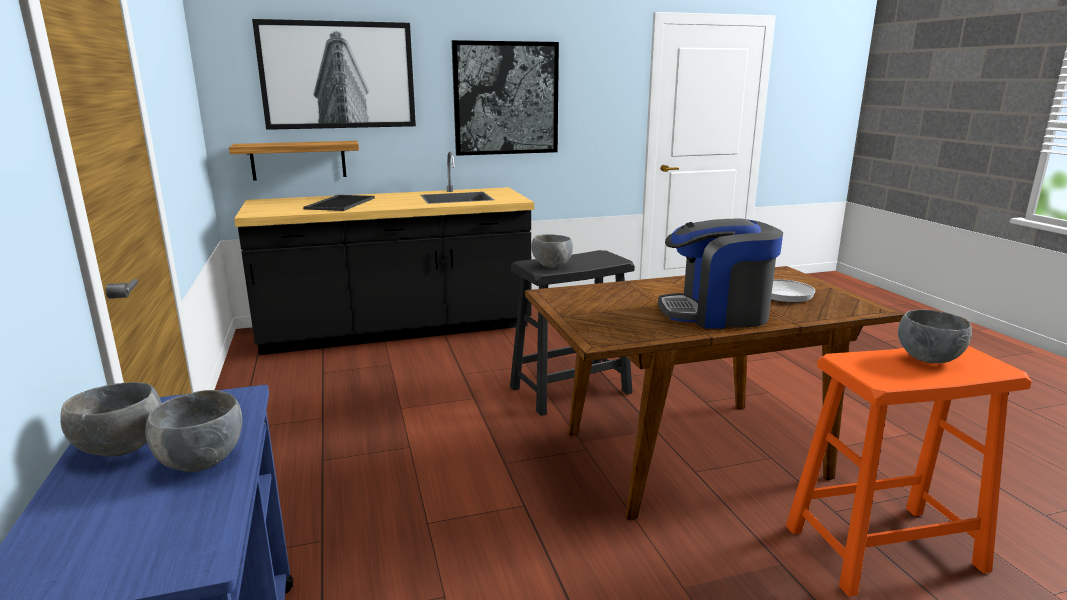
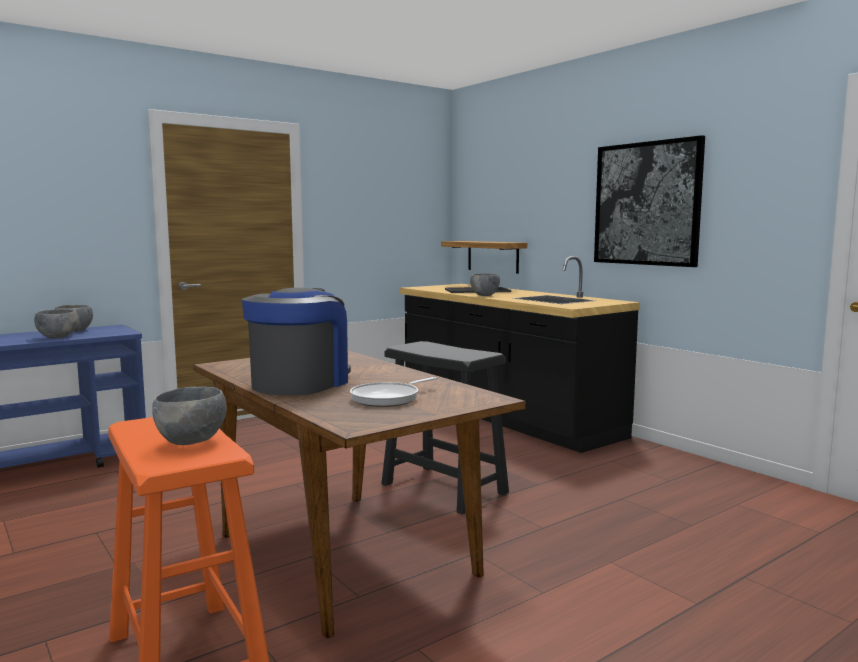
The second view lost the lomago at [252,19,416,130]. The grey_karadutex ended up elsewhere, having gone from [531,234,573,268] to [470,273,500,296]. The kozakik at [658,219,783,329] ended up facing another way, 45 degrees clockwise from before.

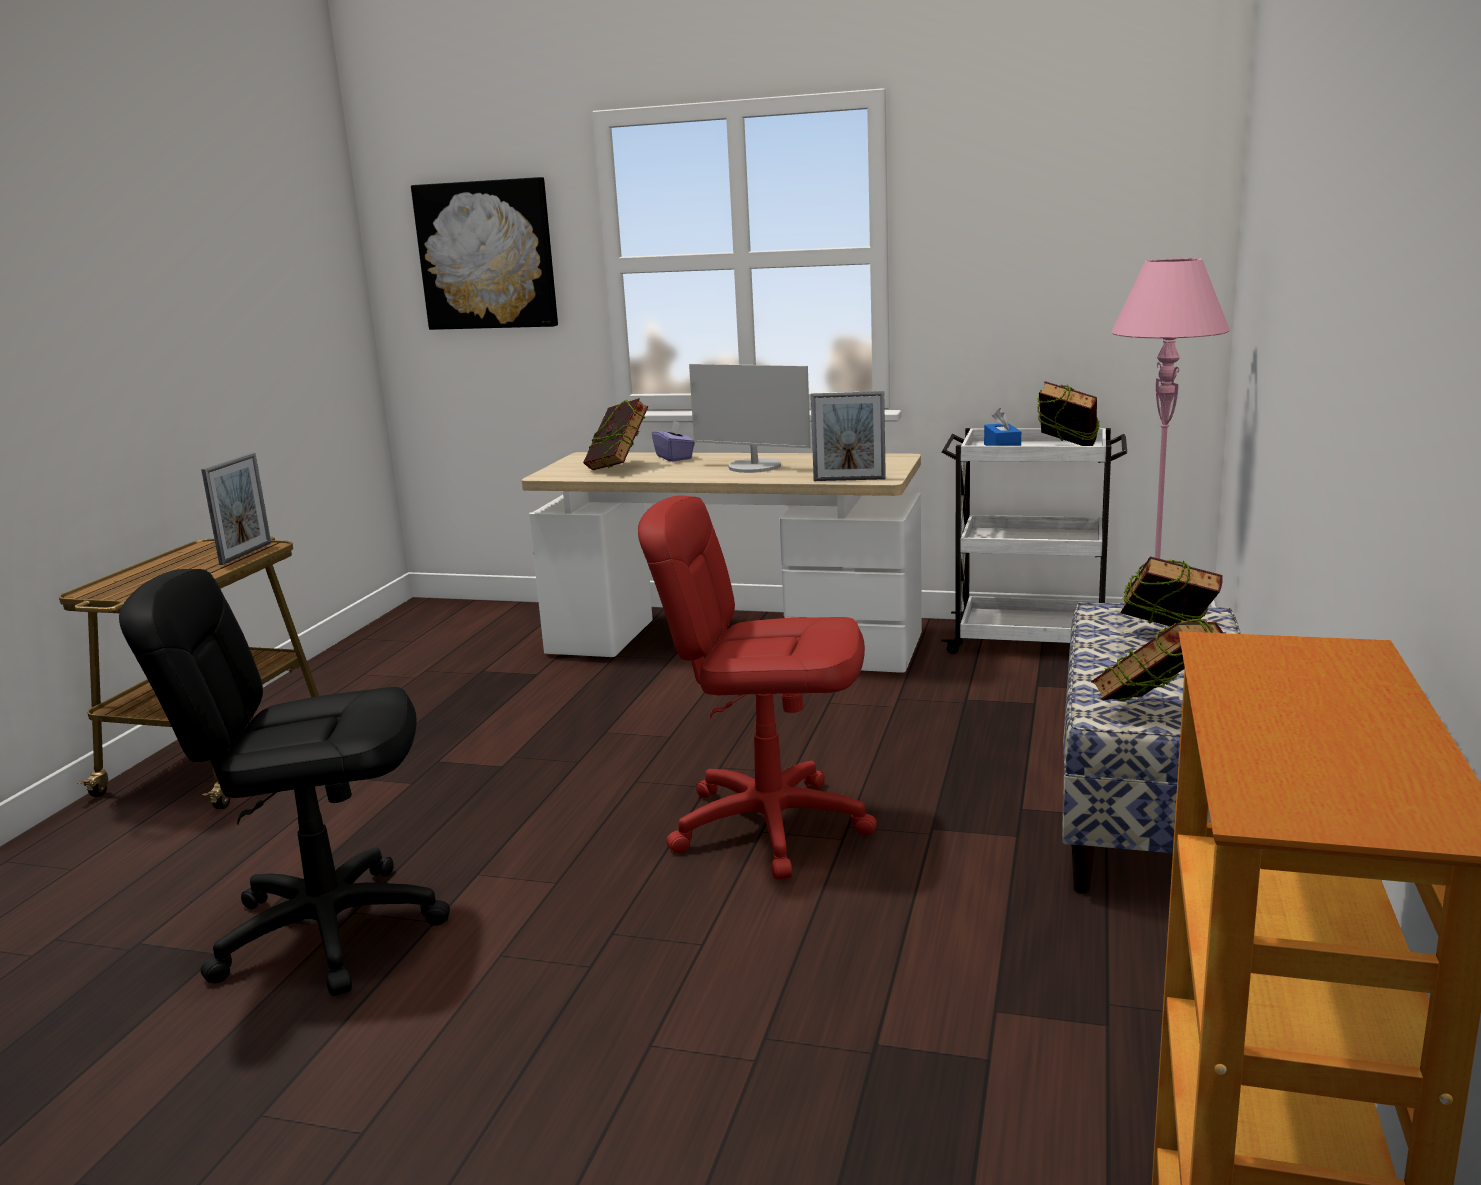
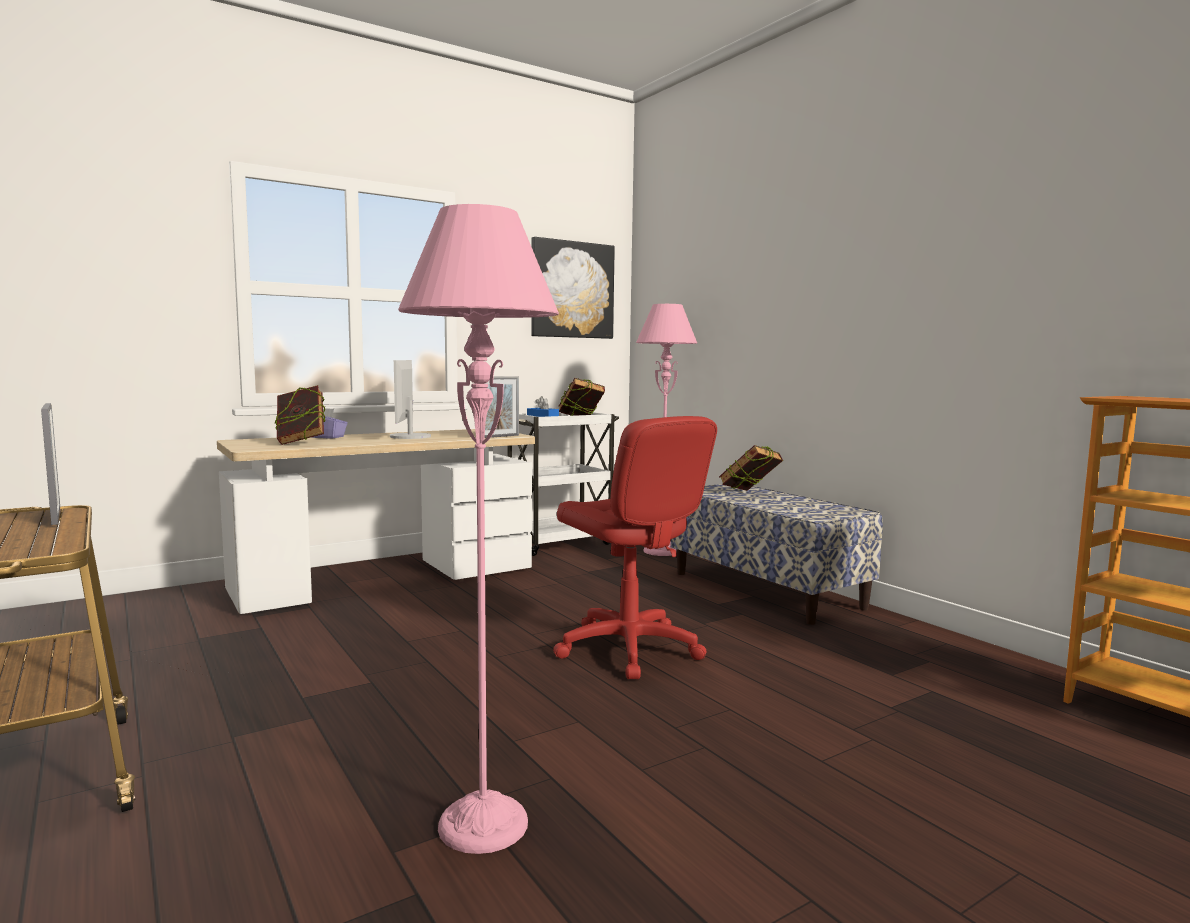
The second view lost the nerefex at [1091,617,1223,701]. The lomago ended up elsewhere, having gone from [411,177,558,330] to [531,237,615,339]. Where the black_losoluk stood at [119,569,450,996], the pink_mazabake came to stand at [398,204,559,854]. The red_losoluk at [638,495,877,880] ended up facing another way, 90 degrees counterclockwise from before. The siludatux at [689,364,811,473] ended up facing another way, 105 degrees clockwise from before.

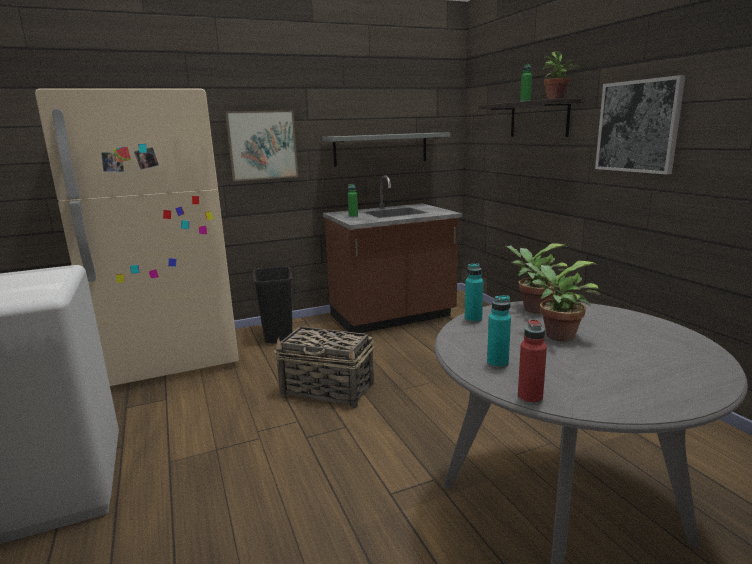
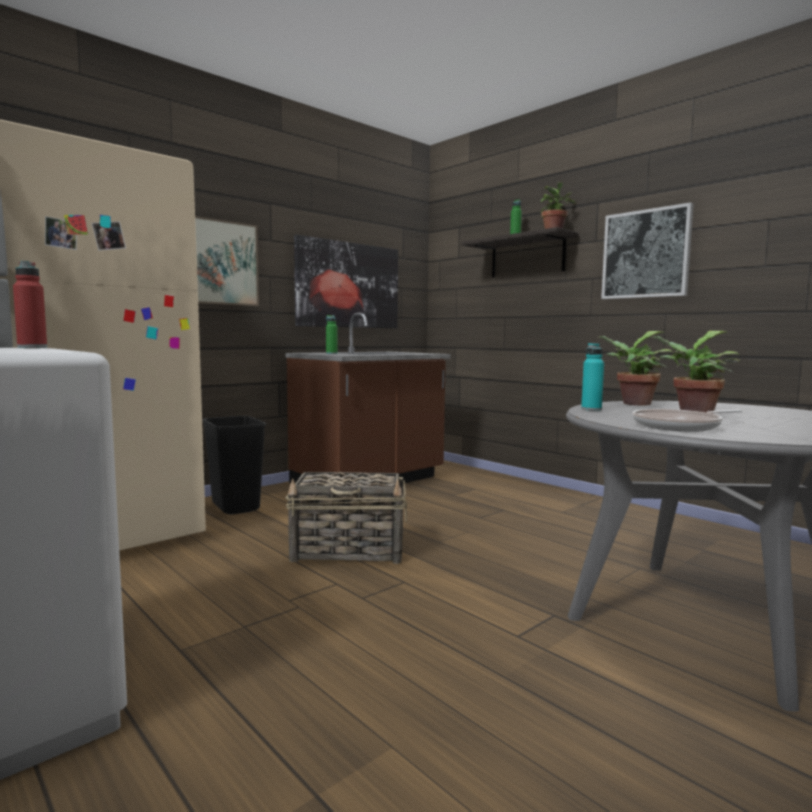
The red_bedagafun ended up elsewhere, having gone from [518,319,547,405] to [13,261,47,348]. Where the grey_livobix hung at [322,133,450,167], the lomago came to hang at [294,235,398,328]. Where the turquoise_bedagafun stood at [487,295,511,369], the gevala came to stand at [632,409,742,432].

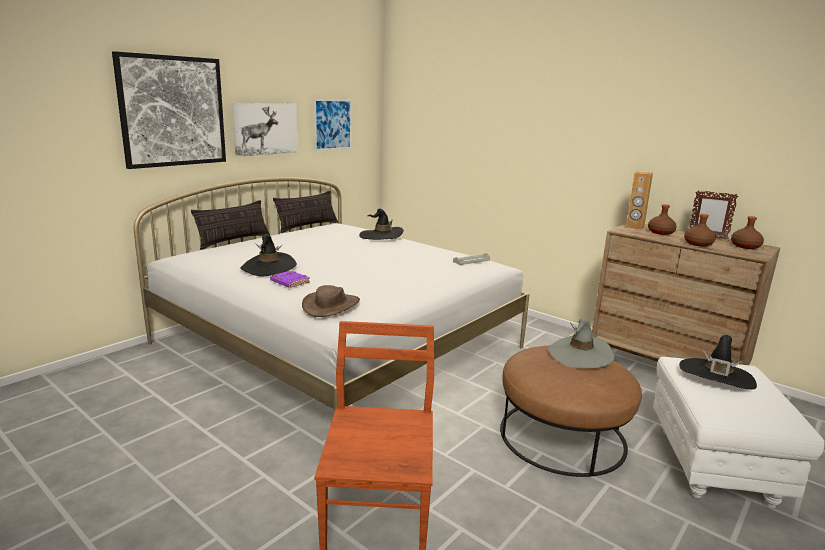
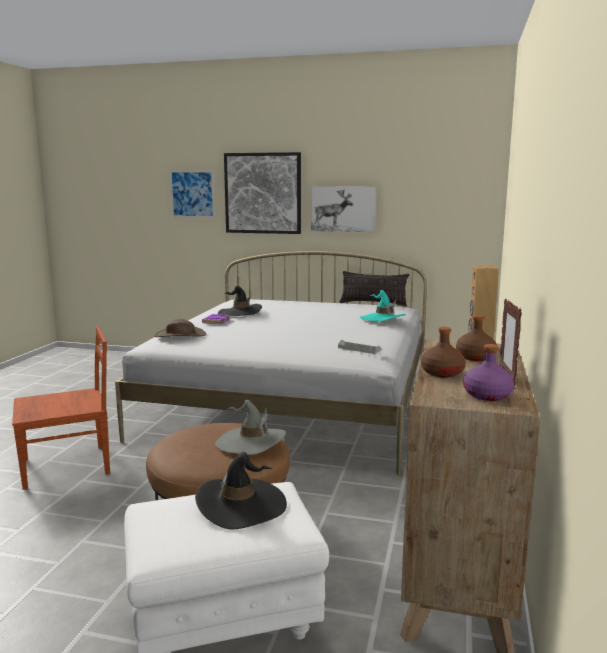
The second view lost the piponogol at [191,200,270,250]. The lomago ended up elsewhere, having gone from [314,99,352,151] to [170,171,215,218]. What was the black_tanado at [359,208,404,240] turned into the turquoise_tanado at [359,290,406,322]. What was the brown_bedagafun at [731,216,764,249] turned into the purple_bedagafun at [463,344,514,401].

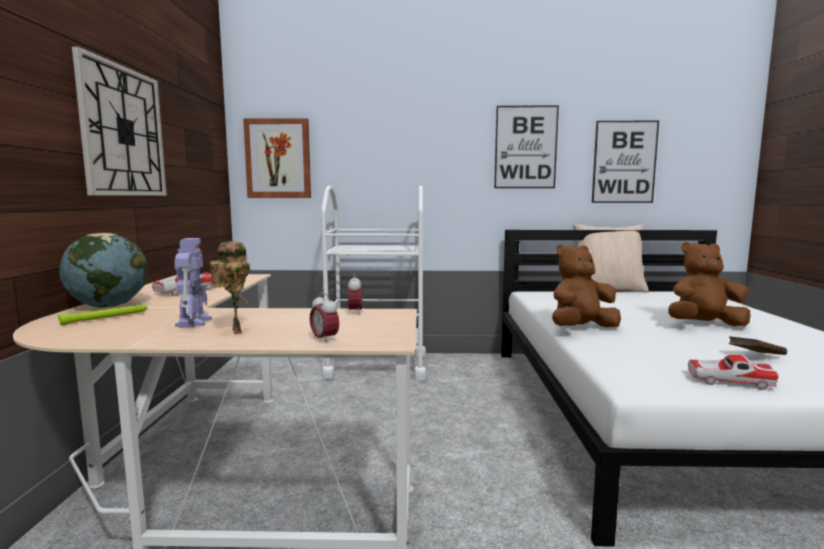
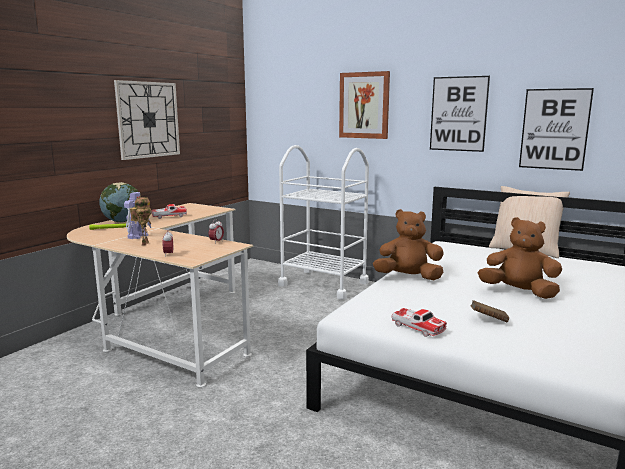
The lomago ended up elsewhere, having gone from [243,118,311,198] to [339,71,390,139].

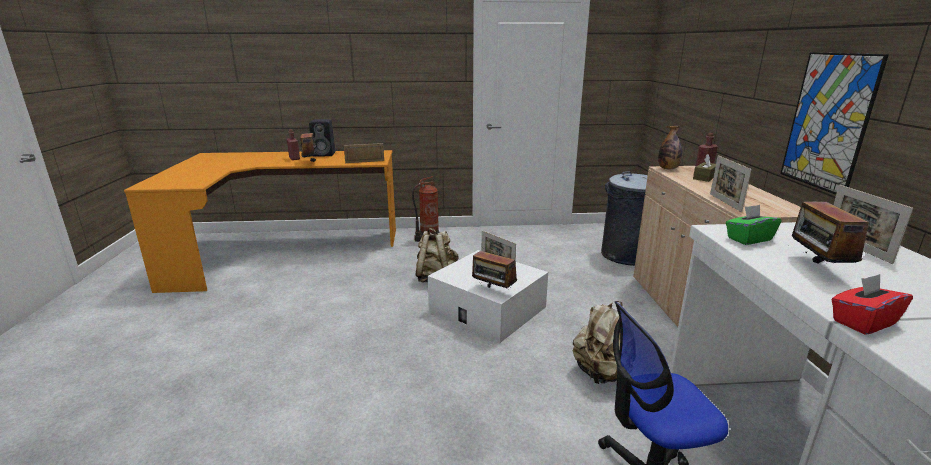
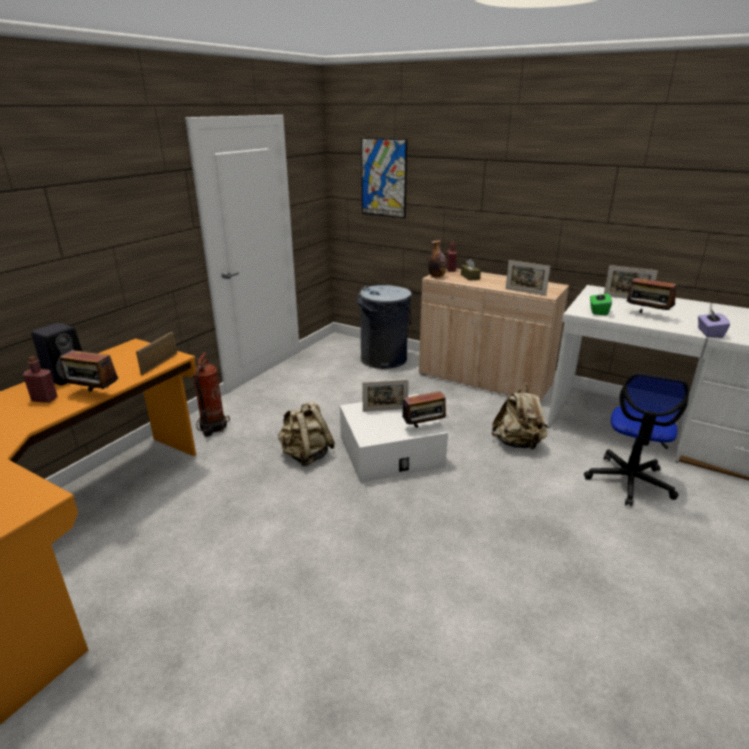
The lomago ended up elsewhere, having gone from [780,52,889,195] to [361,138,407,218]. What was the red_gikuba at [831,274,913,335] turned into the purple_gikuba at [698,309,730,338].

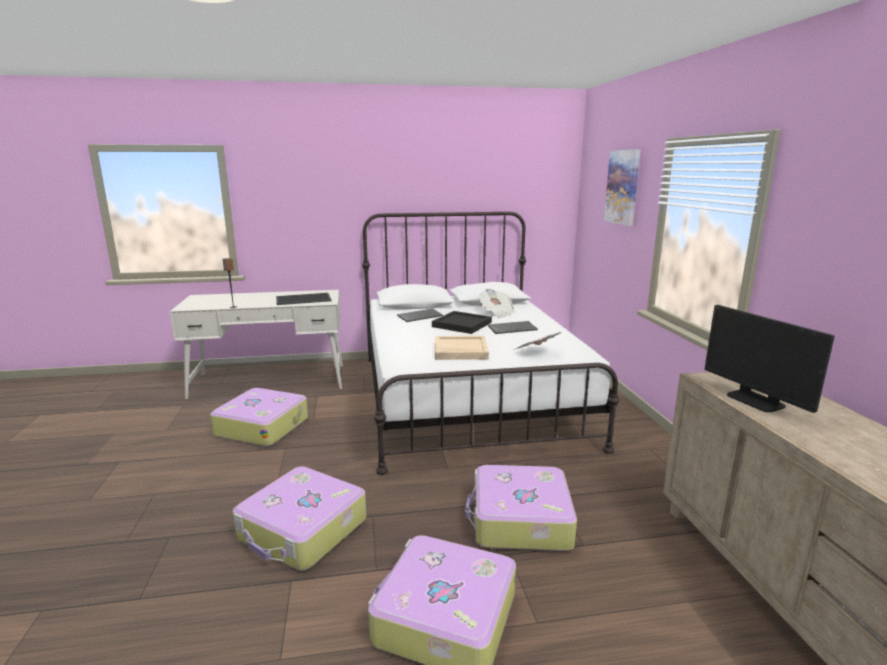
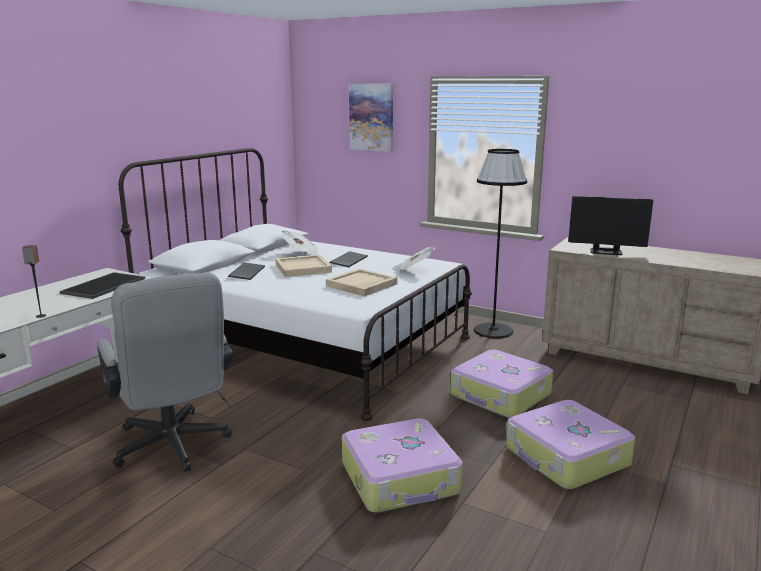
The second view gained the black_mazabake at [474,149,527,338]. Where the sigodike stood at [210,388,308,447], the grey_losoluk came to stand at [97,272,233,472]. What was the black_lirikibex at [432,311,492,334] turned into the beige_lirikibex at [276,255,332,277].

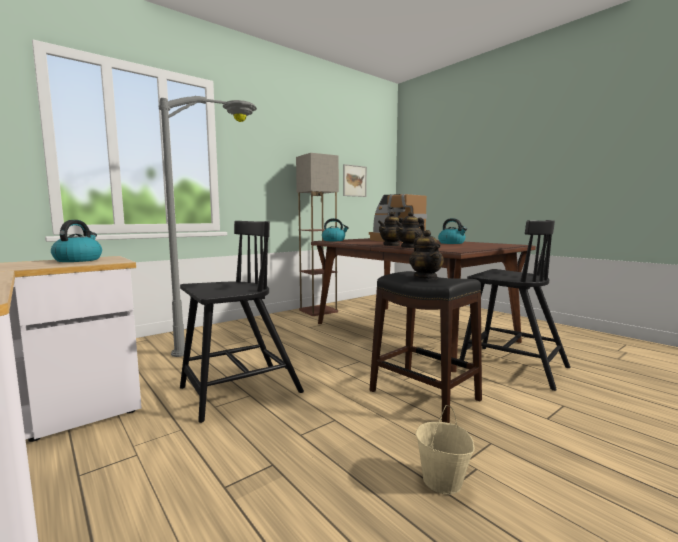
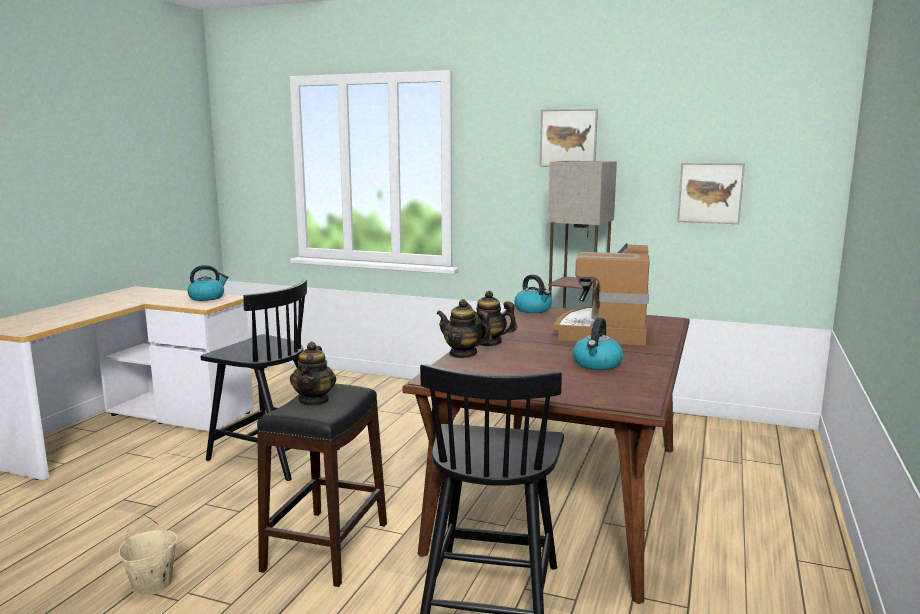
The second view lost the grey_mazabake at [159,96,257,357]. The second view gained the lomago at [539,109,598,167]. The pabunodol at [409,230,444,279] ended up facing another way, 45 degrees counterclockwise from before.

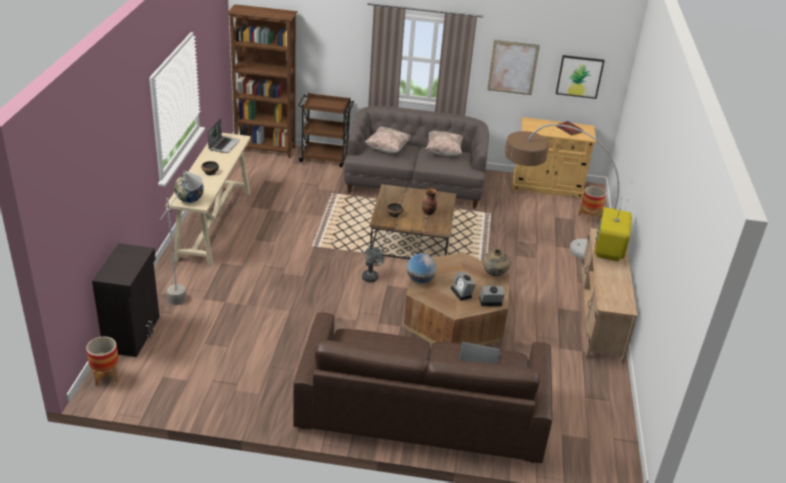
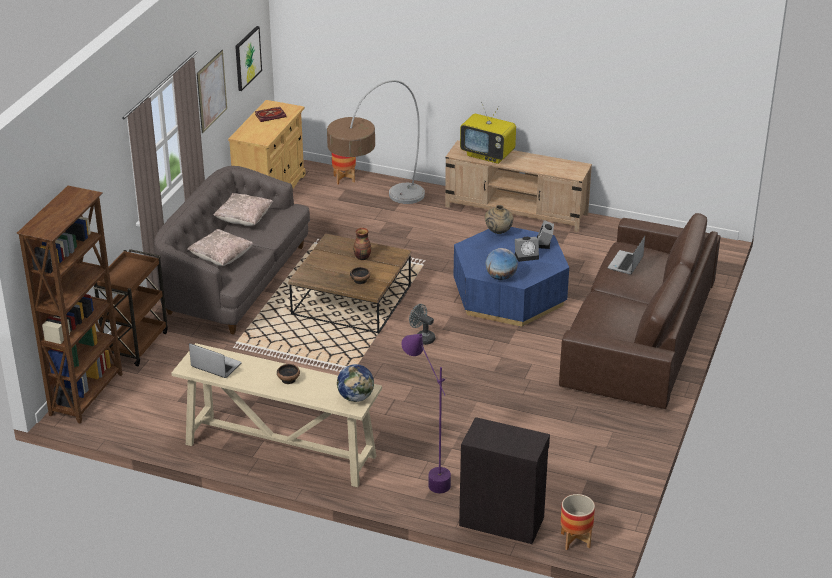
What was the grey_mazabake at [160,171,203,305] turned into the purple_mazabake at [401,334,451,493]. What was the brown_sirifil at [404,252,510,346] turned into the blue_sirifil at [454,227,569,327].

